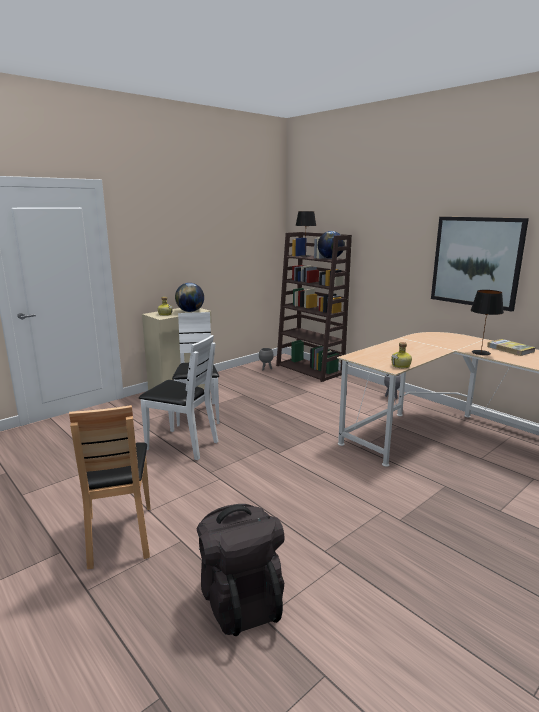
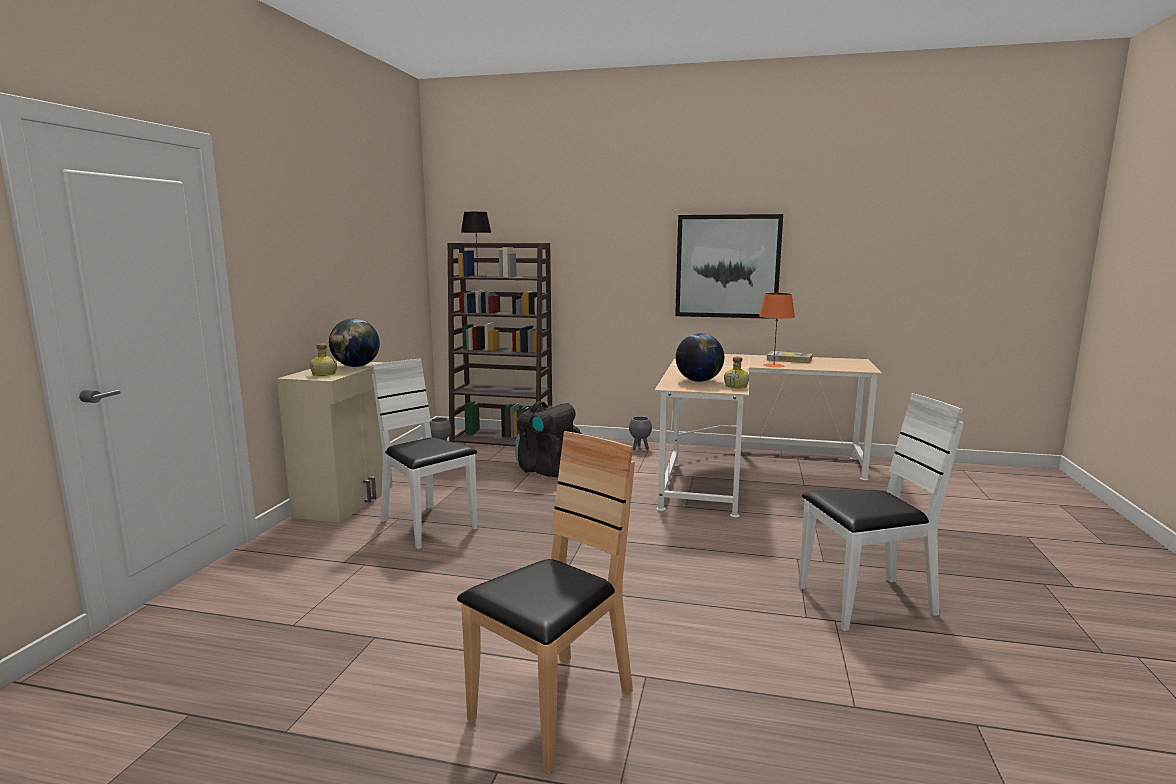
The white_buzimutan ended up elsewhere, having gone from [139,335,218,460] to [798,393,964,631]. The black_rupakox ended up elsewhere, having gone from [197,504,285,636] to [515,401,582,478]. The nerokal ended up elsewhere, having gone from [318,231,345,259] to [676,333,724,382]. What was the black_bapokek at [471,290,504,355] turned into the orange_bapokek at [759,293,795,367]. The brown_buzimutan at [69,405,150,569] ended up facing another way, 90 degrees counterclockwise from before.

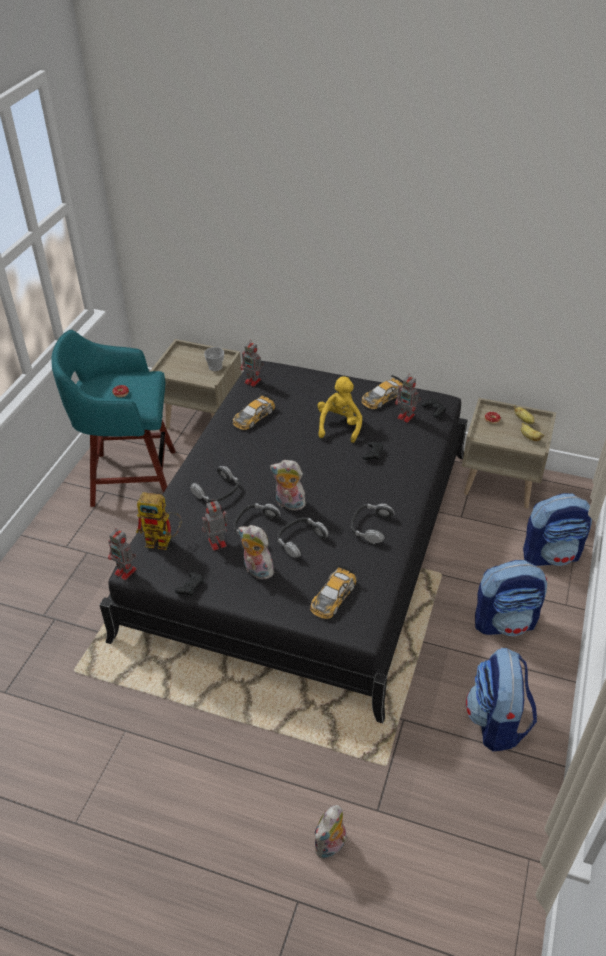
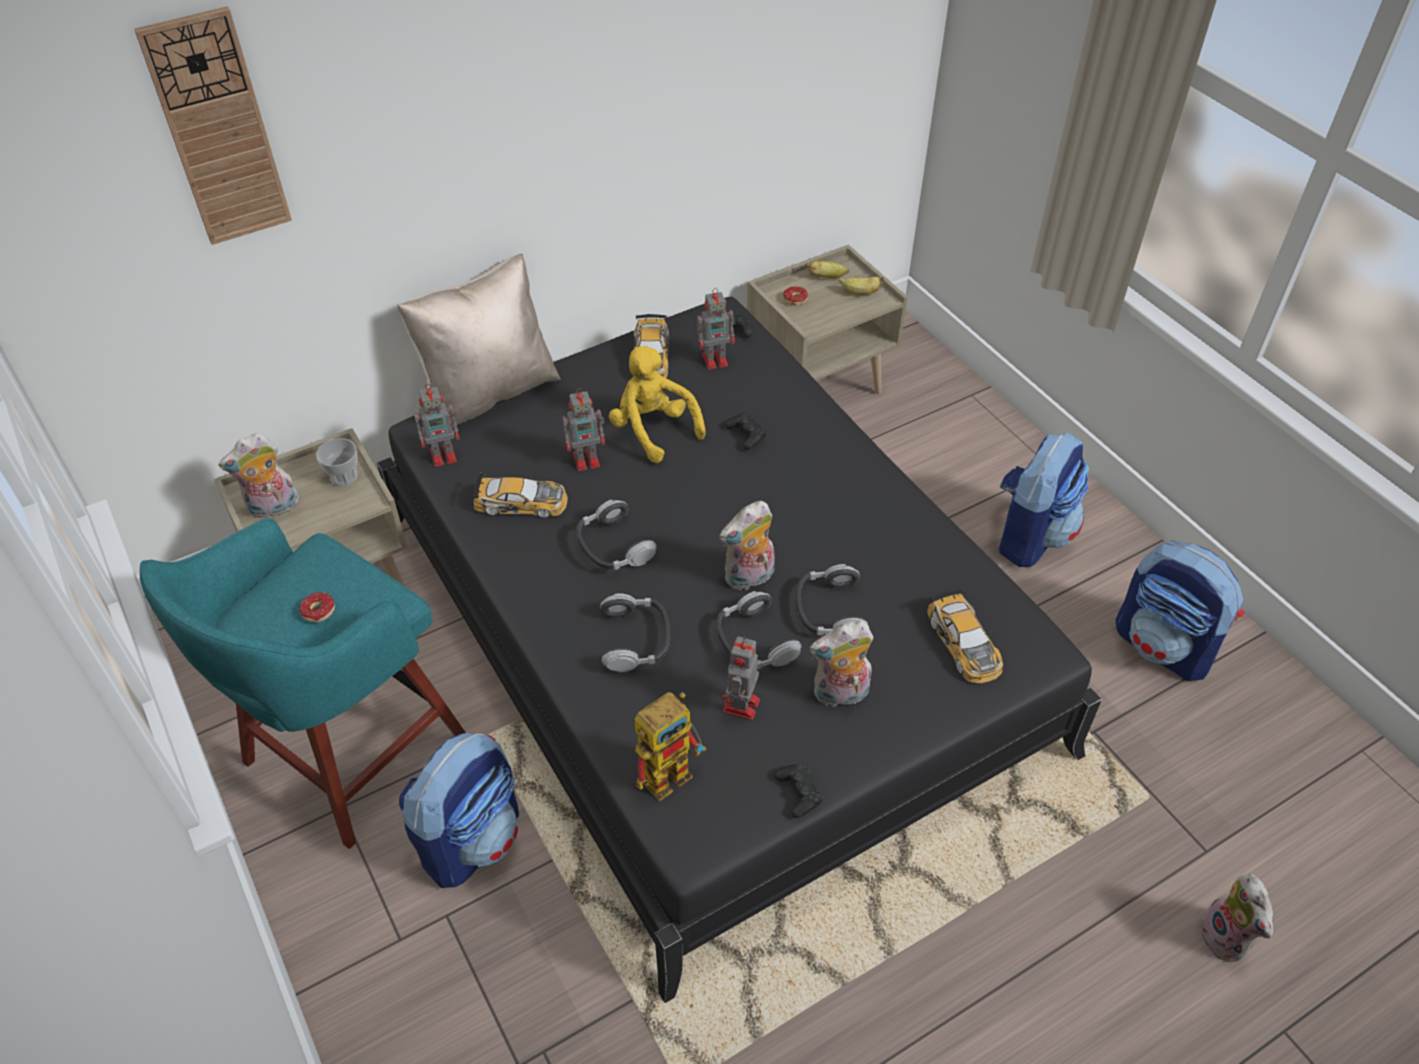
The second view gained the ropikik at [134,6,292,245]. The second view gained the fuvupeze at [218,433,298,519]. The second view gained the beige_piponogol at [397,254,561,428]. The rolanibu ended up elsewhere, having gone from [108,528,137,580] to [562,388,605,471]. The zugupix ended up elsewhere, having gone from [351,503,394,544] to [577,500,657,570]. The rupakox ended up elsewhere, having gone from [523,493,592,566] to [399,733,519,888]. The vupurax at [233,393,275,430] ended up facing another way, 75 degrees counterclockwise from before.

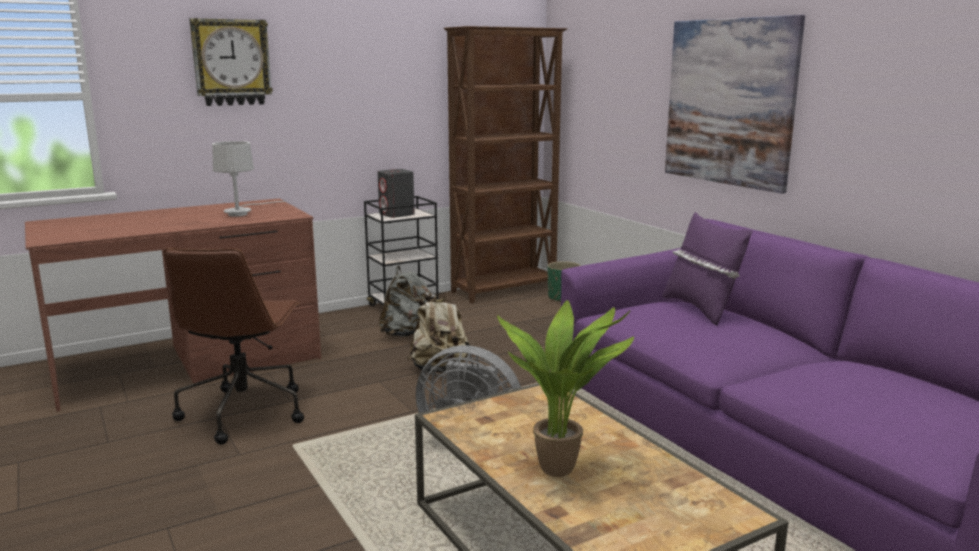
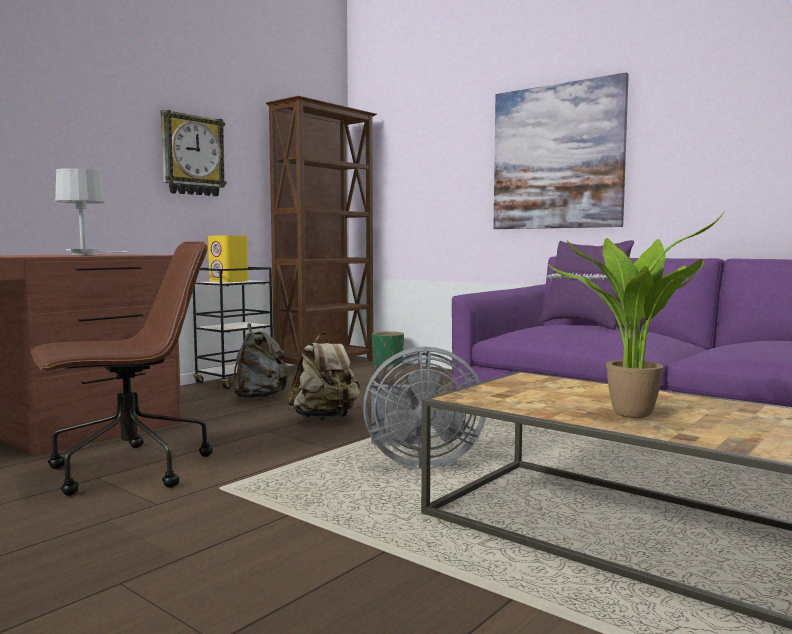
The ropikik ended up elsewhere, having gone from [189,18,273,106] to [160,110,227,196]. What was the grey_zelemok at [378,169,414,218] turned into the yellow_zelemok at [208,235,248,282]. The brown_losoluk at [164,249,304,444] ended up facing another way, 105 degrees counterclockwise from before.

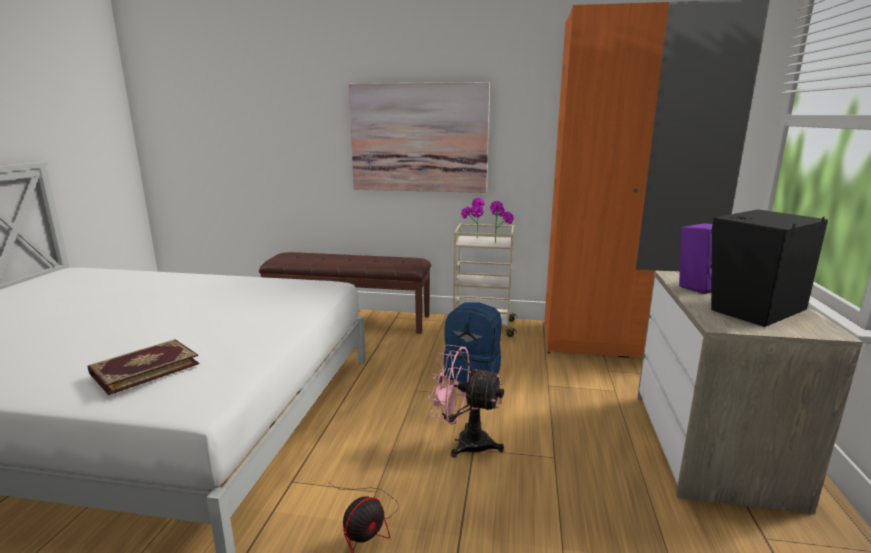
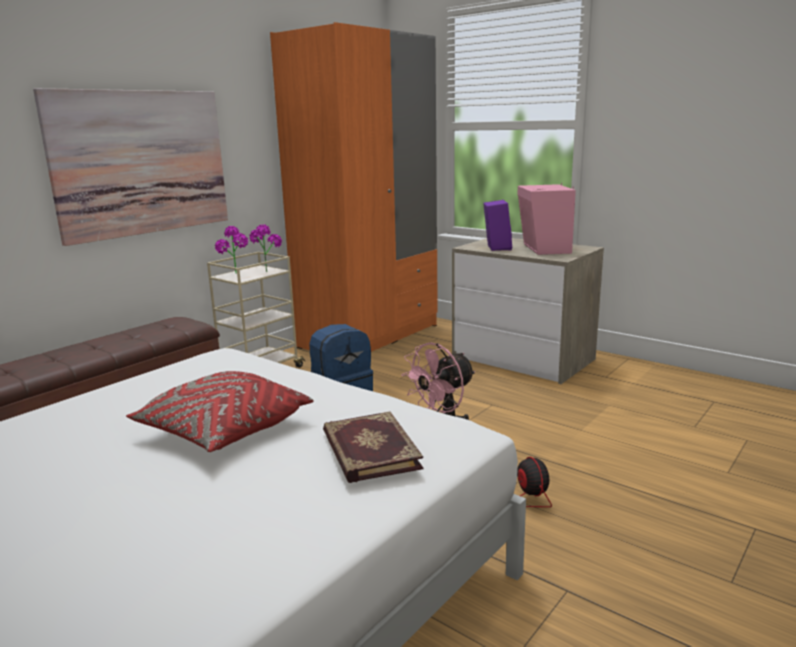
The second view gained the red_piponogol at [126,371,314,452]. What was the black_zelemok at [711,209,828,327] turned into the pink_zelemok at [517,182,576,255].

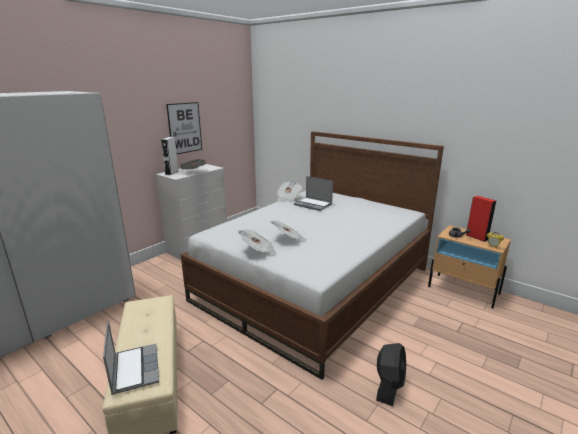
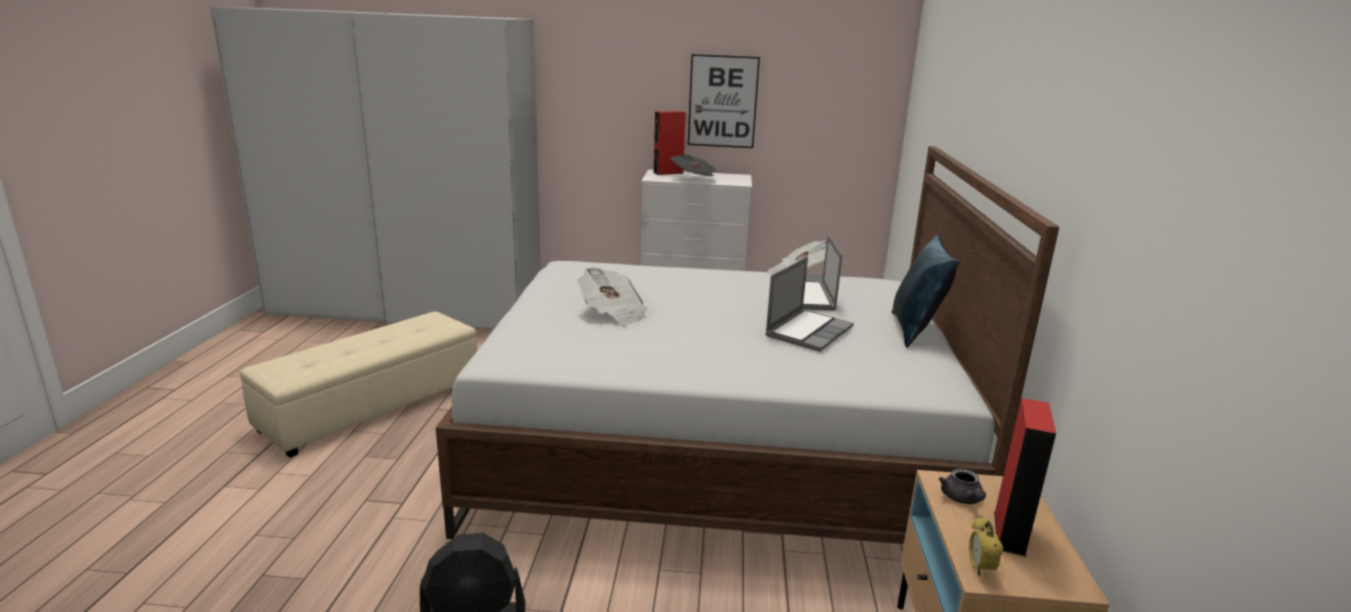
The second view lost the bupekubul at [238,230,277,254]. The second view gained the blue_piponogol at [892,235,959,348]. The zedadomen ended up elsewhere, having gone from [103,320,159,395] to [765,257,854,352]. What was the white_zelemok at [161,137,178,175] turned into the red_zelemok at [653,111,686,175].

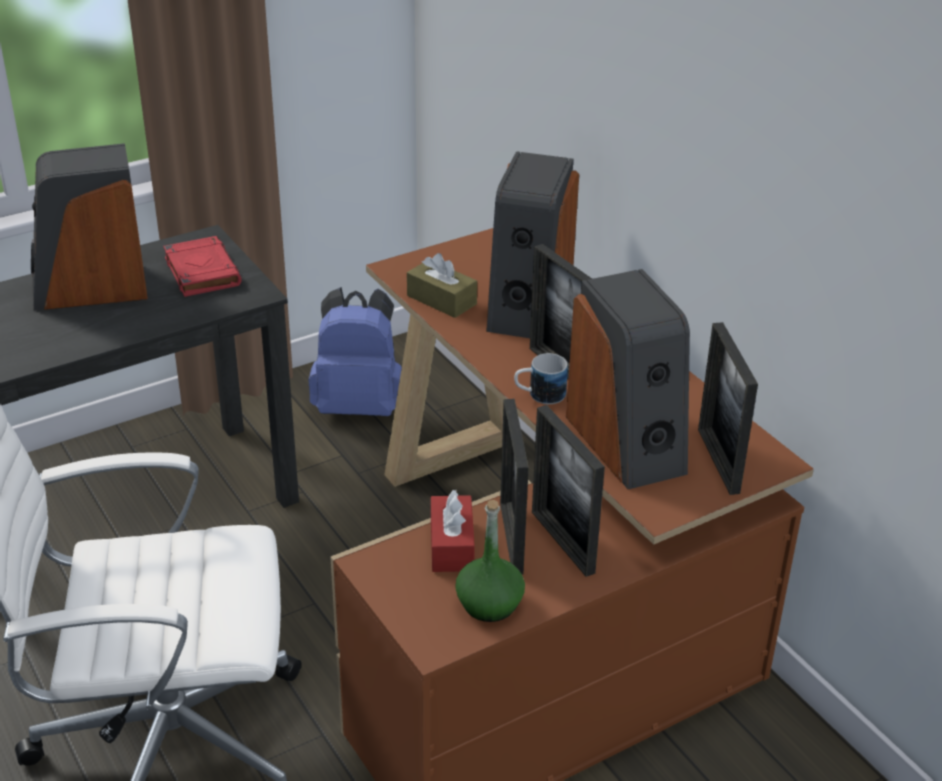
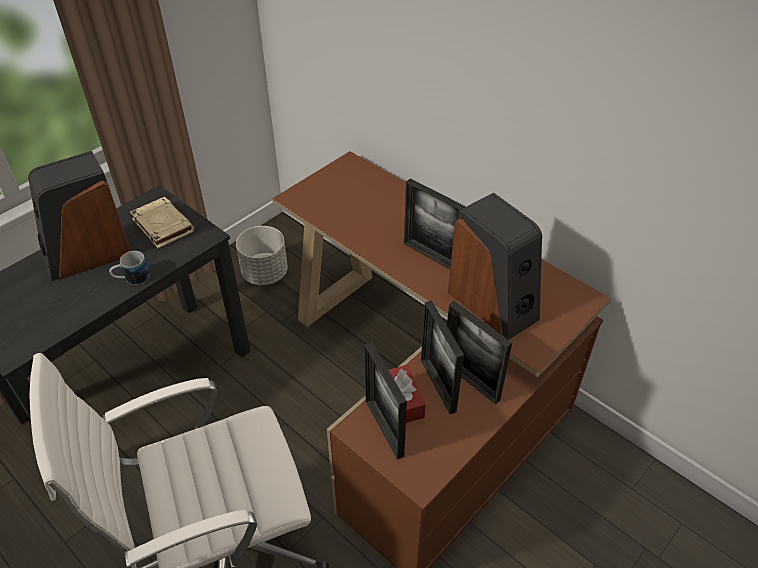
The second view lost the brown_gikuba at [407,253,477,318]. The second view lost the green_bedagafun at [455,500,525,622]. The second view lost the zelemok at [486,151,579,338]. The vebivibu ended up elsewhere, having gone from [514,353,568,404] to [109,251,150,285]. The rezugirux ended up elsewhere, having gone from [698,322,758,495] to [364,342,407,460]. Where the blue_rupakox stood at [308,287,402,416], the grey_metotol came to stand at [236,226,288,285]. What was the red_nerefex at [164,236,242,297] turned into the beige_nerefex at [130,197,194,248].

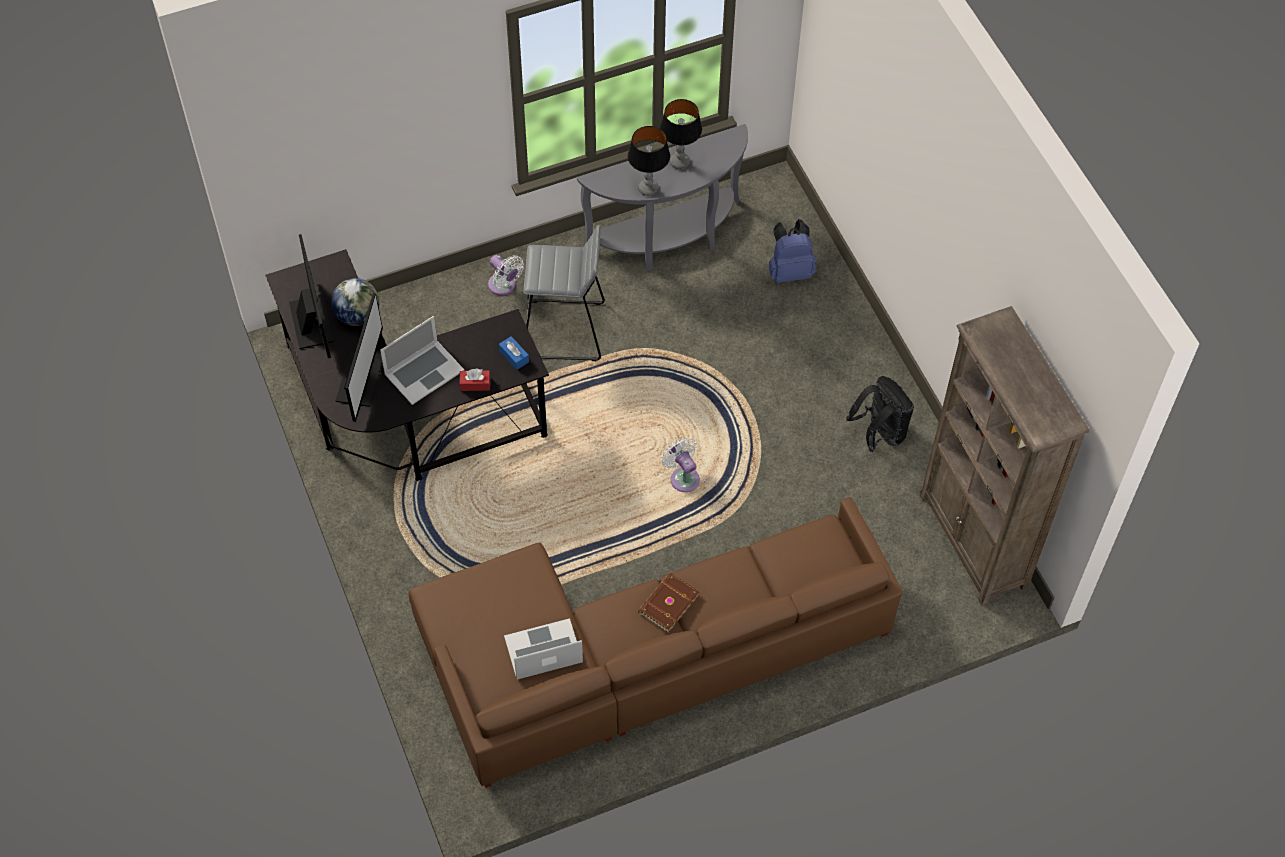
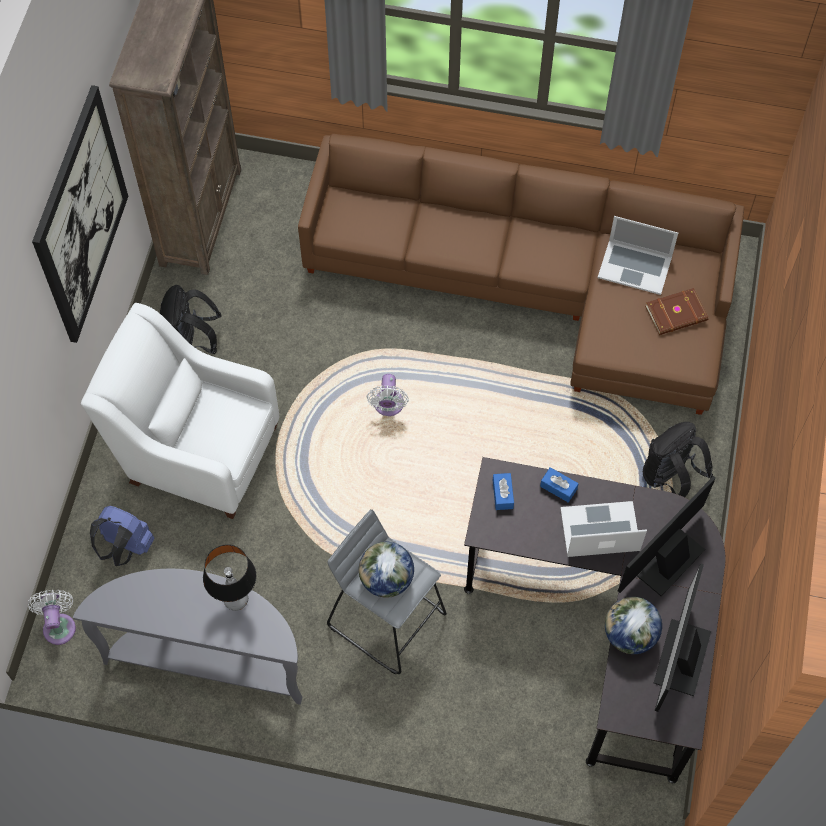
The second view lost the bapokek at [660,99,702,169]. The second view gained the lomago at [32,85,128,343]. The second view gained the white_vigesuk at [81,303,279,519]. The second view gained the nerokal at [359,542,414,598]. The second view gained the black_rupakox at [643,422,713,497]. The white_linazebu ended up elsewhere, having gone from [488,255,524,296] to [28,590,76,645]. The brown_nerefex ended up elsewhere, having gone from [638,573,699,633] to [645,288,708,335]. What was the red_gikuba at [459,369,490,391] turned into the blue_gikuba at [540,467,579,503].

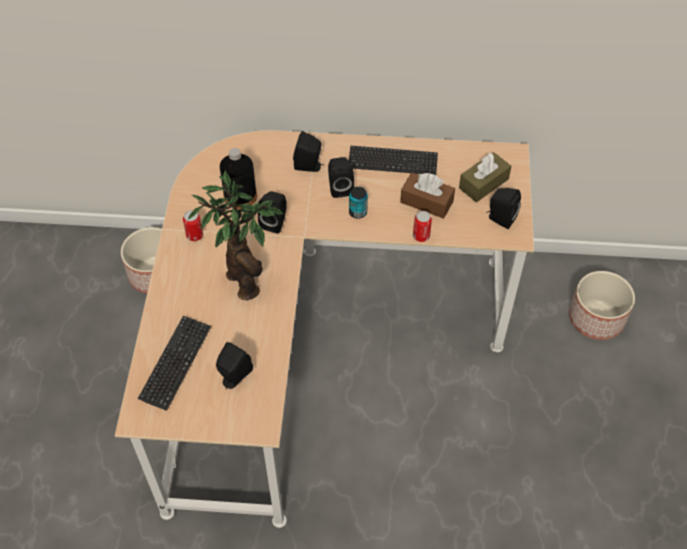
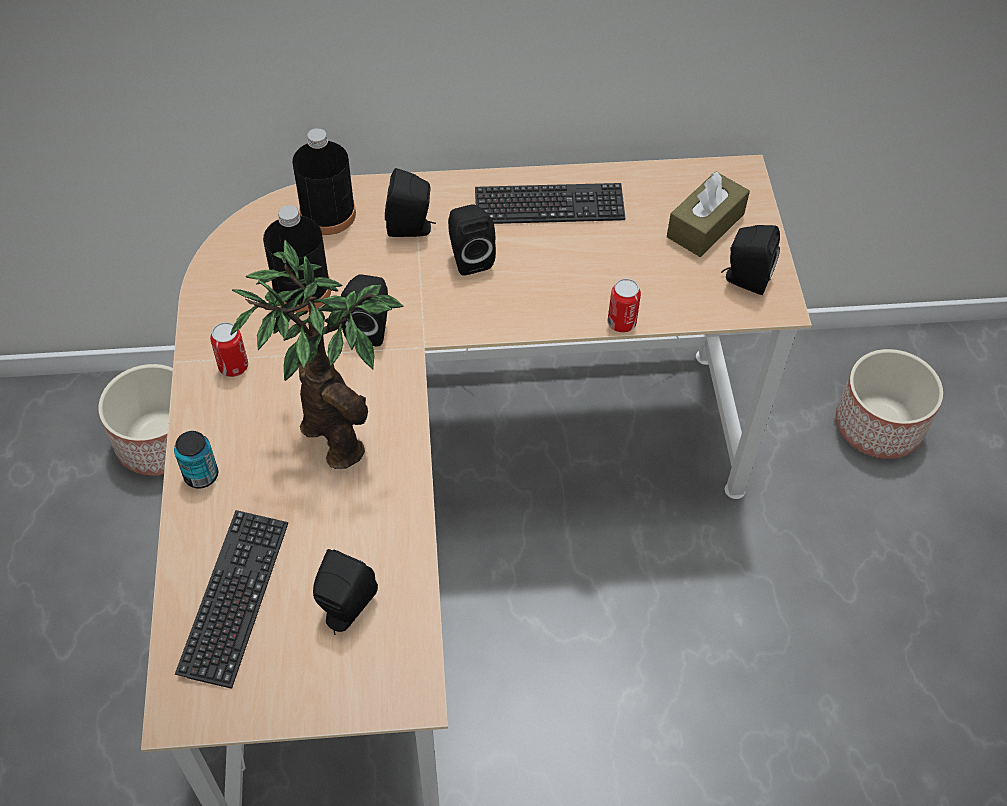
The second view lost the brown_gikuba at [400,172,455,219]. The second view gained the black_bedagafun at [292,128,356,235]. The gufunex ended up elsewhere, having gone from [349,187,368,219] to [174,431,218,488].

